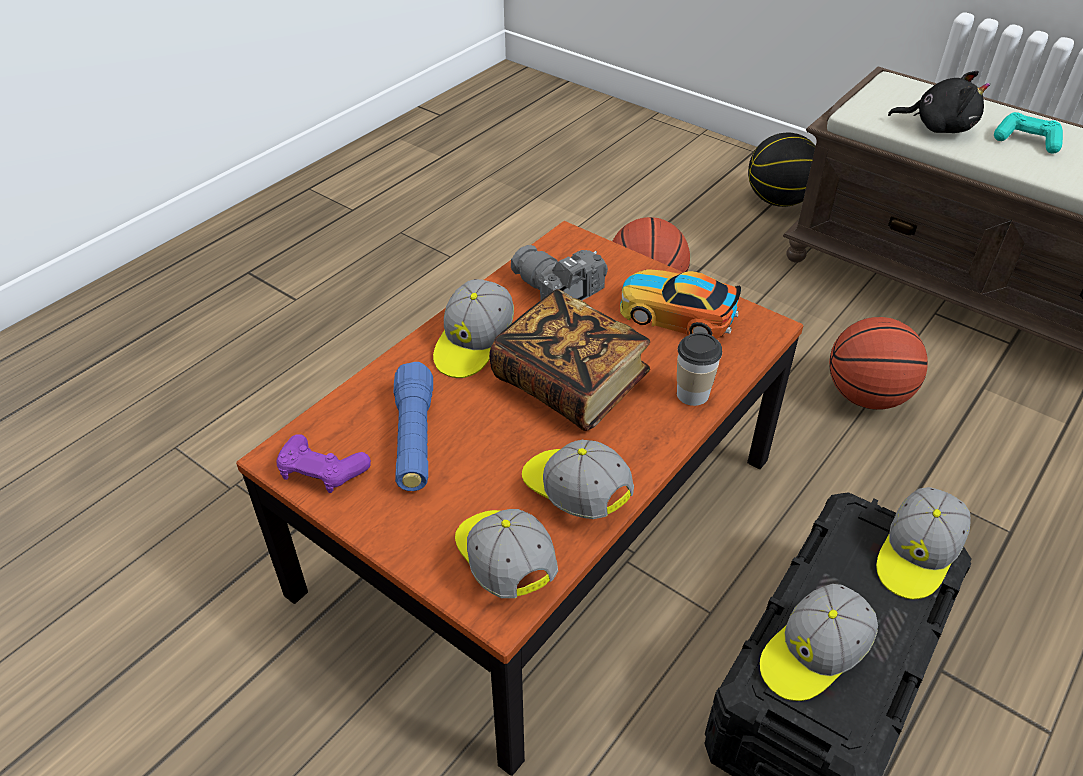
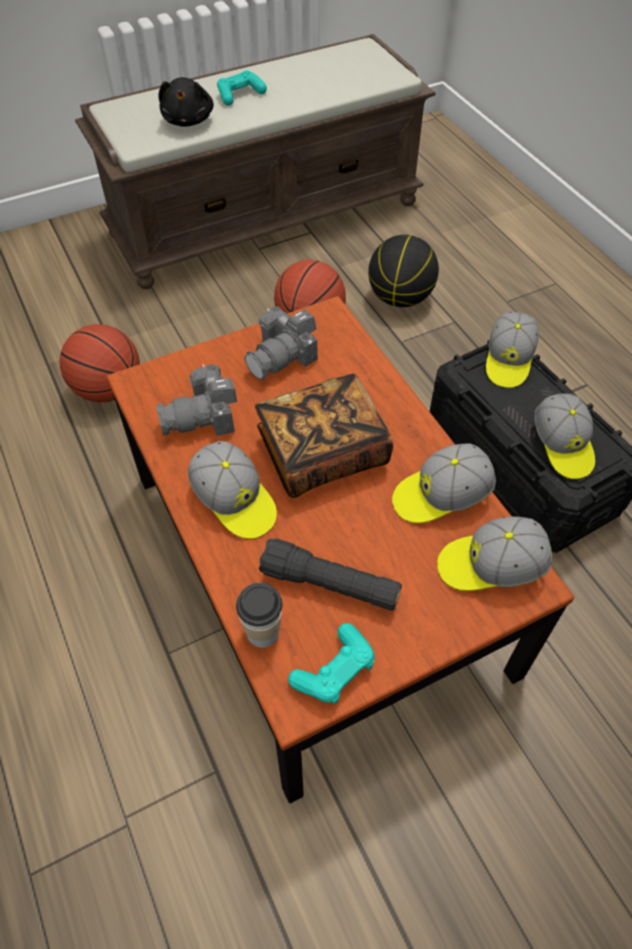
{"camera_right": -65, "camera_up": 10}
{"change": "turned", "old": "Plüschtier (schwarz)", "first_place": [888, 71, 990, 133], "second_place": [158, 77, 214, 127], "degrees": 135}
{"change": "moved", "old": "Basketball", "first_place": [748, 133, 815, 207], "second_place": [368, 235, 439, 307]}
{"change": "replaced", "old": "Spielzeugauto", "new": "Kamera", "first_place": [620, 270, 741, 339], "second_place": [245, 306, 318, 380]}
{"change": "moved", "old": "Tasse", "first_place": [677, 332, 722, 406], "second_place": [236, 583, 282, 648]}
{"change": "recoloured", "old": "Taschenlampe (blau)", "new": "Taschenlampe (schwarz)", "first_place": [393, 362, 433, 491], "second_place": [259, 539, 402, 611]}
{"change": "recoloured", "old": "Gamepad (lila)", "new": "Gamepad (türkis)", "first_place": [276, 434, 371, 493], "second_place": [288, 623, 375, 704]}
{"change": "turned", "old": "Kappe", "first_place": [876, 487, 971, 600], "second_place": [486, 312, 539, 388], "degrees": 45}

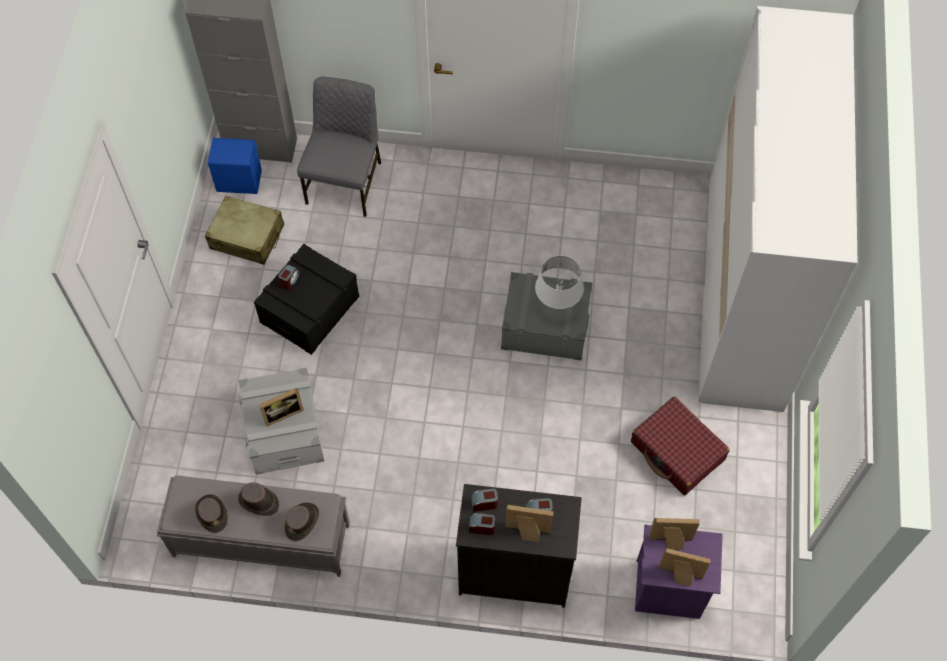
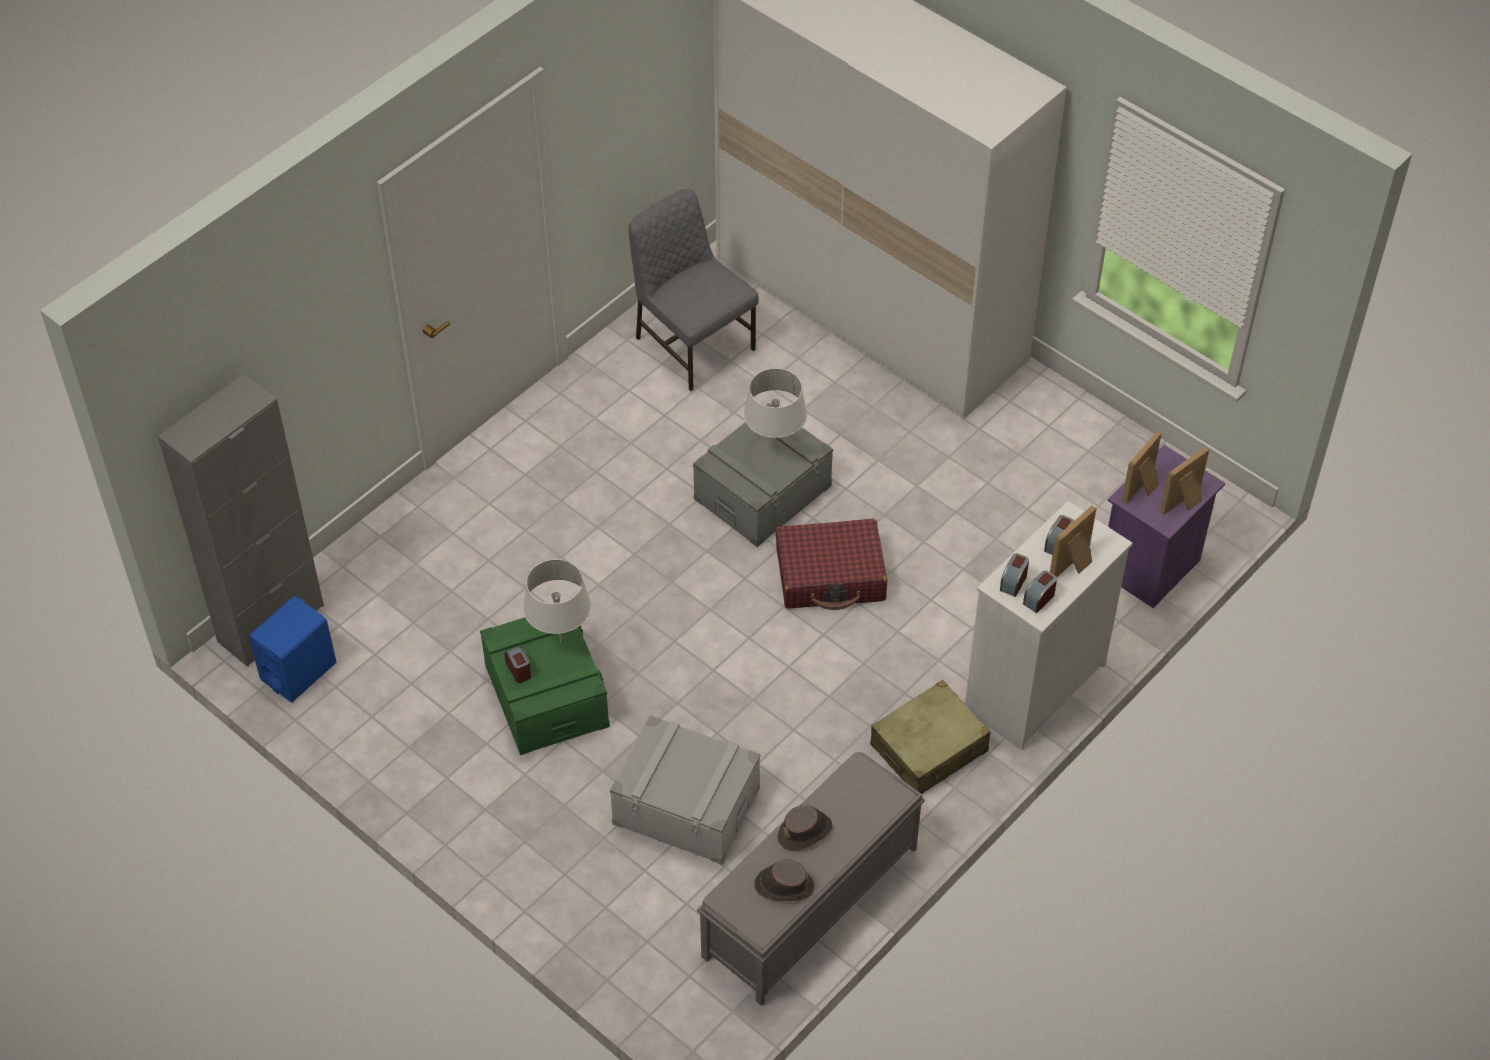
{"camera_right": -55, "camera_up": -10}
{"change": "moved", "old": "Stuhl (grau)", "first_place": [297, 77, 381, 217], "second_place": [629, 189, 759, 391]}
{"change": "moved", "old": "Koffer (beige)", "first_place": [205, 196, 284, 265], "second_place": [870, 680, 990, 794]}
{"change": "recoloured", "old": "Aufbewahrungsbox (schwarz)", "new": "Aufbewahrungsbox (grün)", "first_place": [254, 244, 359, 355], "second_place": [480, 617, 610, 755]}
{"change": "removed", "old": "Bilderrahmen", "first_place": [259, 388, 304, 427]}
{"change": "moved", "old": "Koffer (rot)", "first_place": [631, 396, 730, 495], "second_place": [776, 519, 887, 610]}
{"change": "recoloured", "old": "Kommode (schwarz)", "new": "Kommode (weiß)", "first_place": [456, 484, 582, 608], "second_place": [965, 501, 1133, 750]}
{"change": "removed", "old": "Hut (braun)", "first_place": [284, 503, 319, 541]}
{"change": "added", "new": "Tischlampe (weiß)", "second_place": [523, 559, 591, 642]}

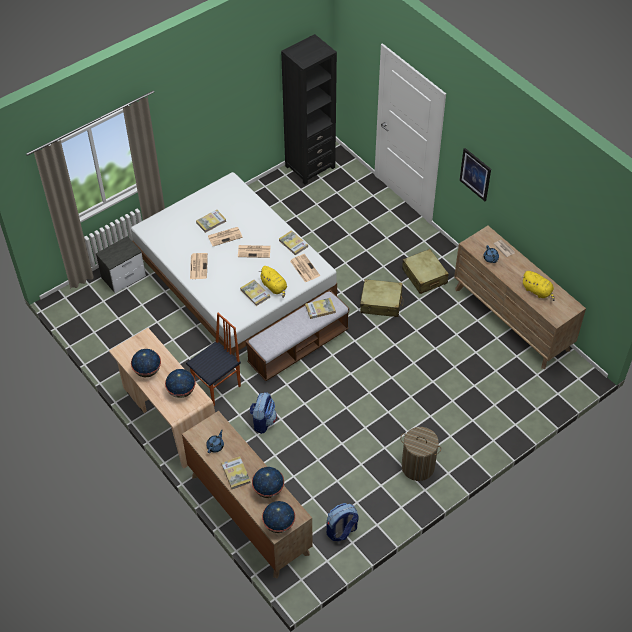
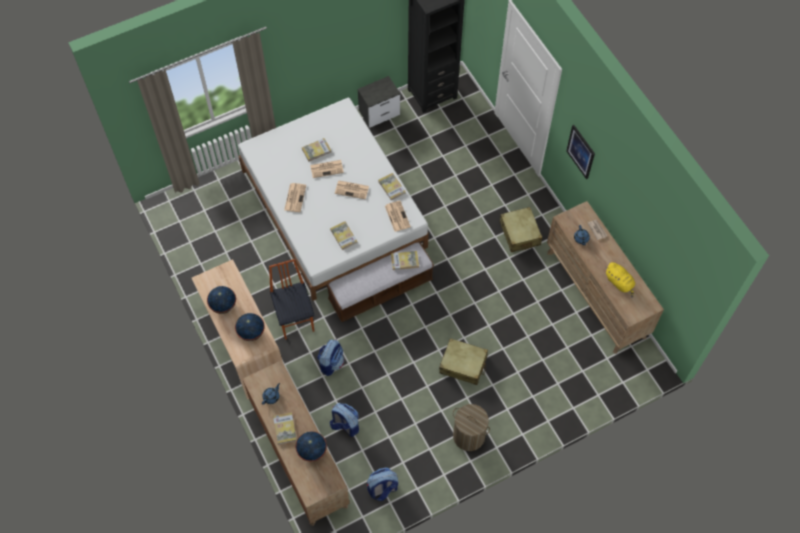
{"camera_right": 10, "camera_up": 10}
{"change": "moved", "old": "Nachttisch", "first_place": [96, 236, 146, 293], "second_place": [357, 76, 400, 128]}
{"change": "removed", "old": "Plüschtier (gelb)", "first_place": [259, 266, 287, 298]}
{"change": "moved", "old": "Koffer (beige)", "first_place": [360, 279, 403, 317], "second_place": [439, 338, 488, 385]}
{"change": "turned", "old": "Stuhl", "first_place": [186, 313, 241, 406], "second_place": [269, 259, 315, 340], "degrees": -75}
{"change": "removed", "old": "Globus", "first_place": [262, 501, 295, 533]}
{"change": "added", "new": "Rucksack", "second_place": [330, 403, 359, 437]}

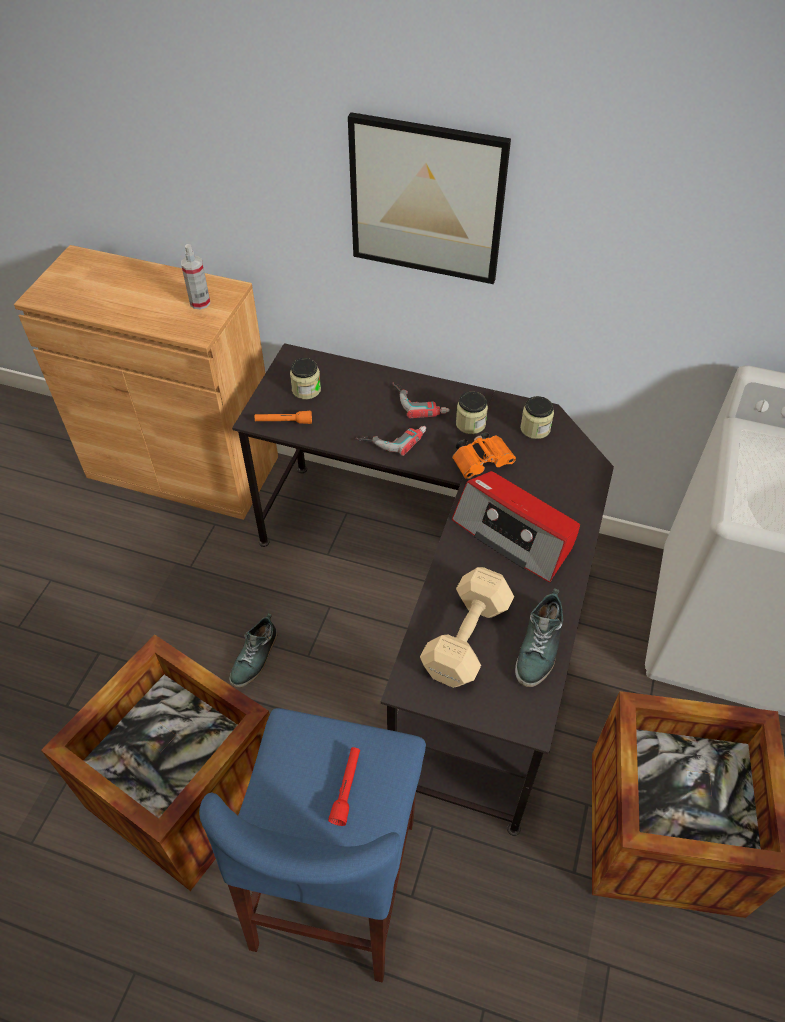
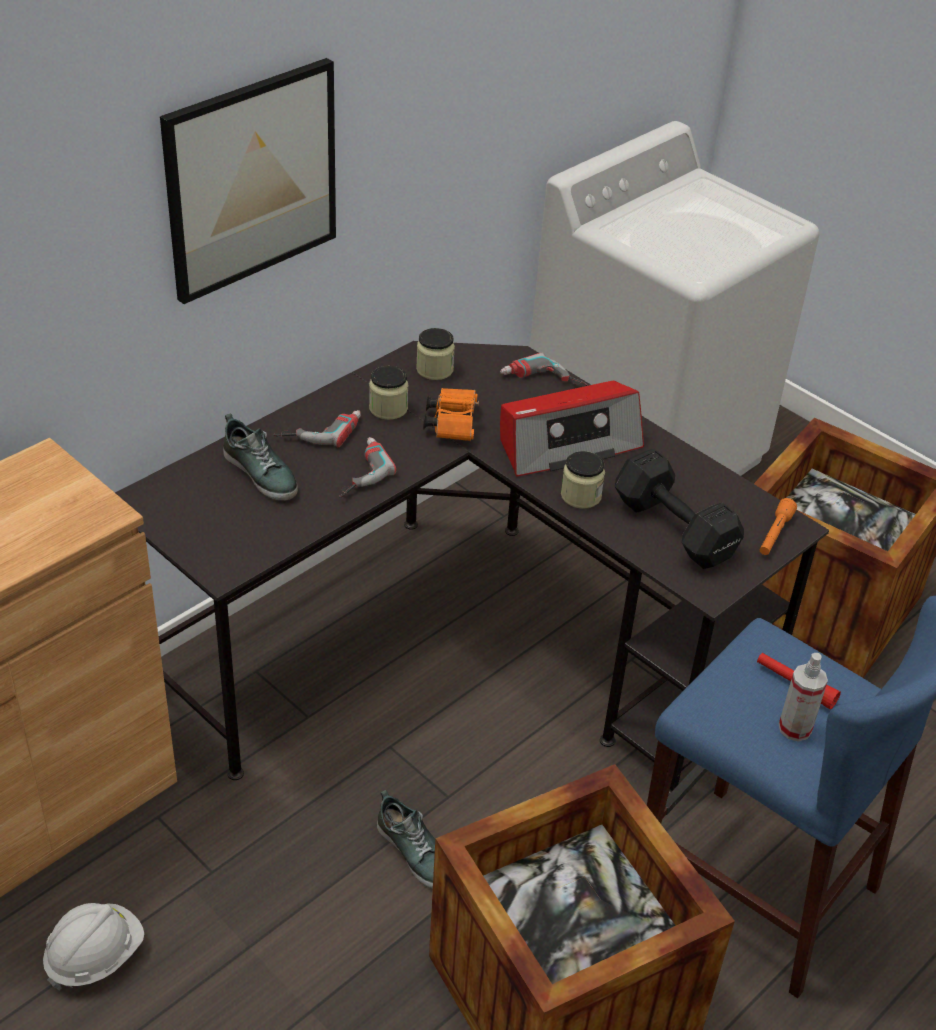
{"camera_right": -65, "camera_up": -10}
{"change": "moved", "old": "Sprühflasche", "first_place": [181, 244, 210, 309], "second_place": [779, 653, 828, 742]}
{"change": "moved", "old": "Vorratsglas", "first_place": [290, 358, 321, 399], "second_place": [561, 451, 605, 509]}
{"change": "moved", "old": "Taschenlampe (orange)", "first_place": [255, 411, 312, 424], "second_place": [760, 498, 797, 555]}
{"change": "recoloured", "old": "Hantel (beige)", "new": "Hantel (schwarz)", "first_place": [420, 567, 514, 688], "second_place": [615, 449, 744, 569]}
{"change": "moved", "old": "Schuh", "first_place": [515, 588, 563, 687], "second_place": [223, 414, 298, 501]}
{"change": "added", "new": "Bohrmaschine", "second_place": [500, 352, 588, 386]}
{"change": "added", "new": "Schutzhelm (weiß)", "second_place": [43, 903, 144, 991]}

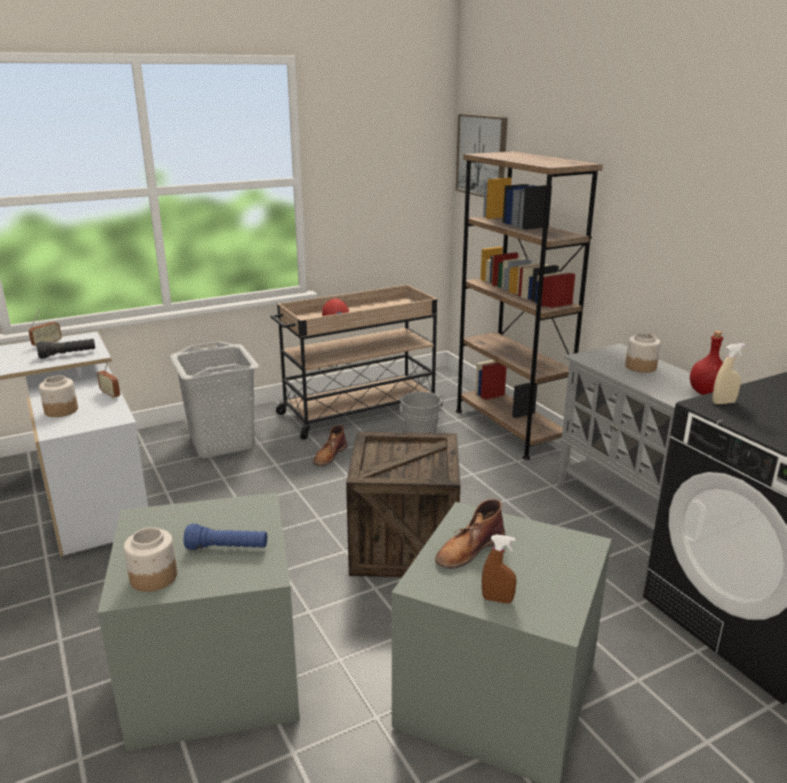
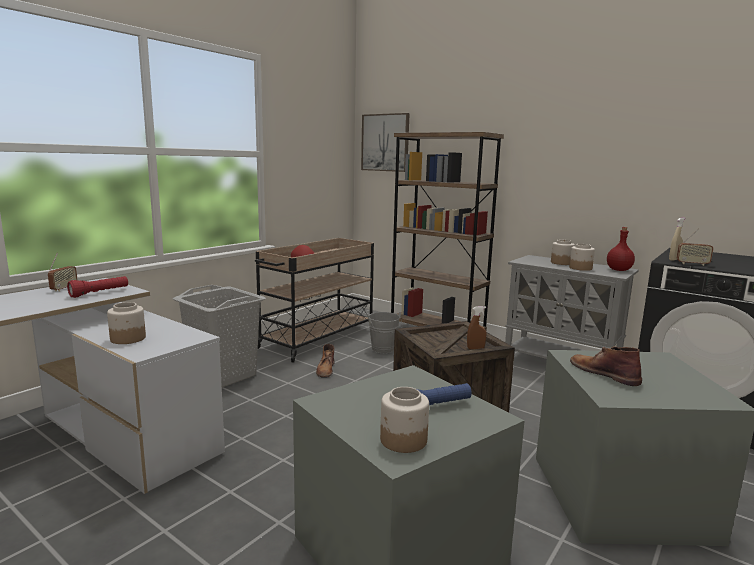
{"camera_right": -25, "camera_up": -10}
{"change": "recoloured", "old": "Taschenlampe (schwarz)", "new": "Taschenlampe (rot)", "first_place": [37, 339, 95, 359], "second_place": [67, 276, 128, 298]}
{"change": "moved", "old": "Radio", "first_place": [97, 358, 120, 399], "second_place": [677, 228, 714, 266]}
{"change": "turned", "old": "Stiefel (braun)", "first_place": [435, 499, 505, 569], "second_place": [570, 347, 642, 386], "degrees": 120}
{"change": "moved", "old": "Sprühflasche (braun)", "first_place": [482, 534, 517, 604], "second_place": [467, 306, 486, 349]}
{"change": "added", "new": "Vorratsglas", "second_place": [569, 244, 595, 271]}

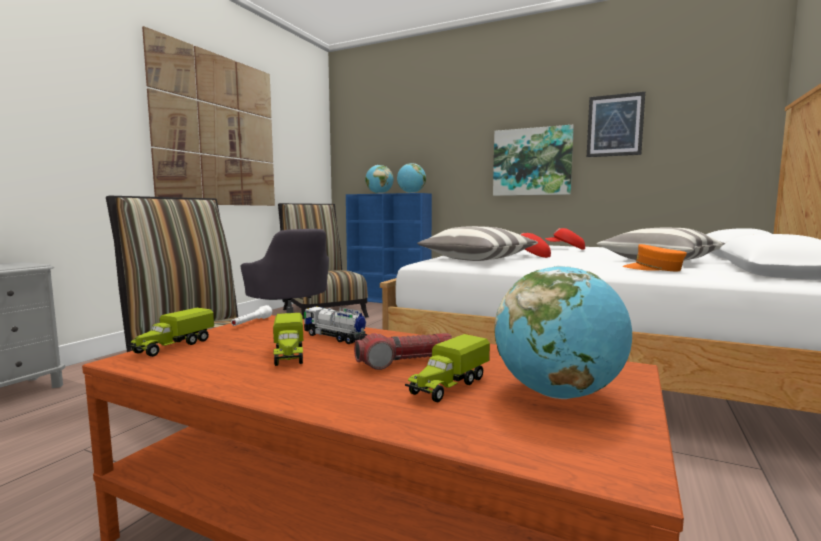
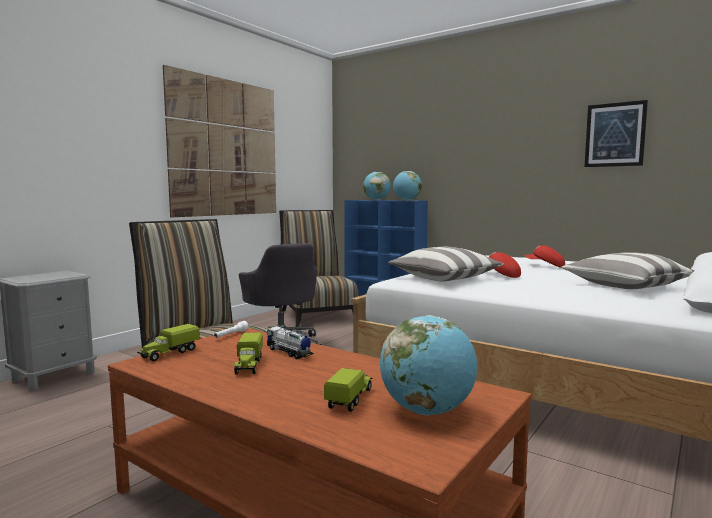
{"camera_right": 10, "camera_up": 0}
{"change": "removed", "old": "Bild", "first_place": [493, 125, 574, 196]}
{"change": "removed", "old": "Kappe (orange)", "first_place": [622, 244, 687, 271]}
{"change": "removed", "old": "Taschenlampe", "first_place": [354, 333, 452, 370]}
{"change": "turned", "old": "Spielzeuglaster", "first_place": [405, 334, 490, 402], "second_place": [324, 368, 373, 412], "degrees": 150}

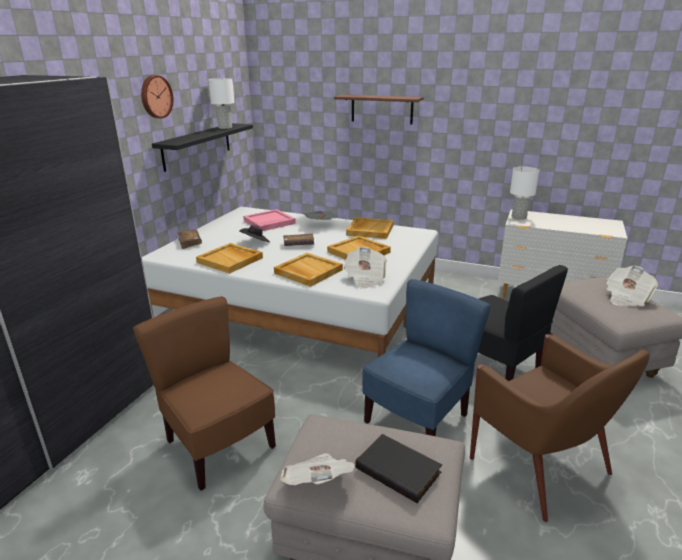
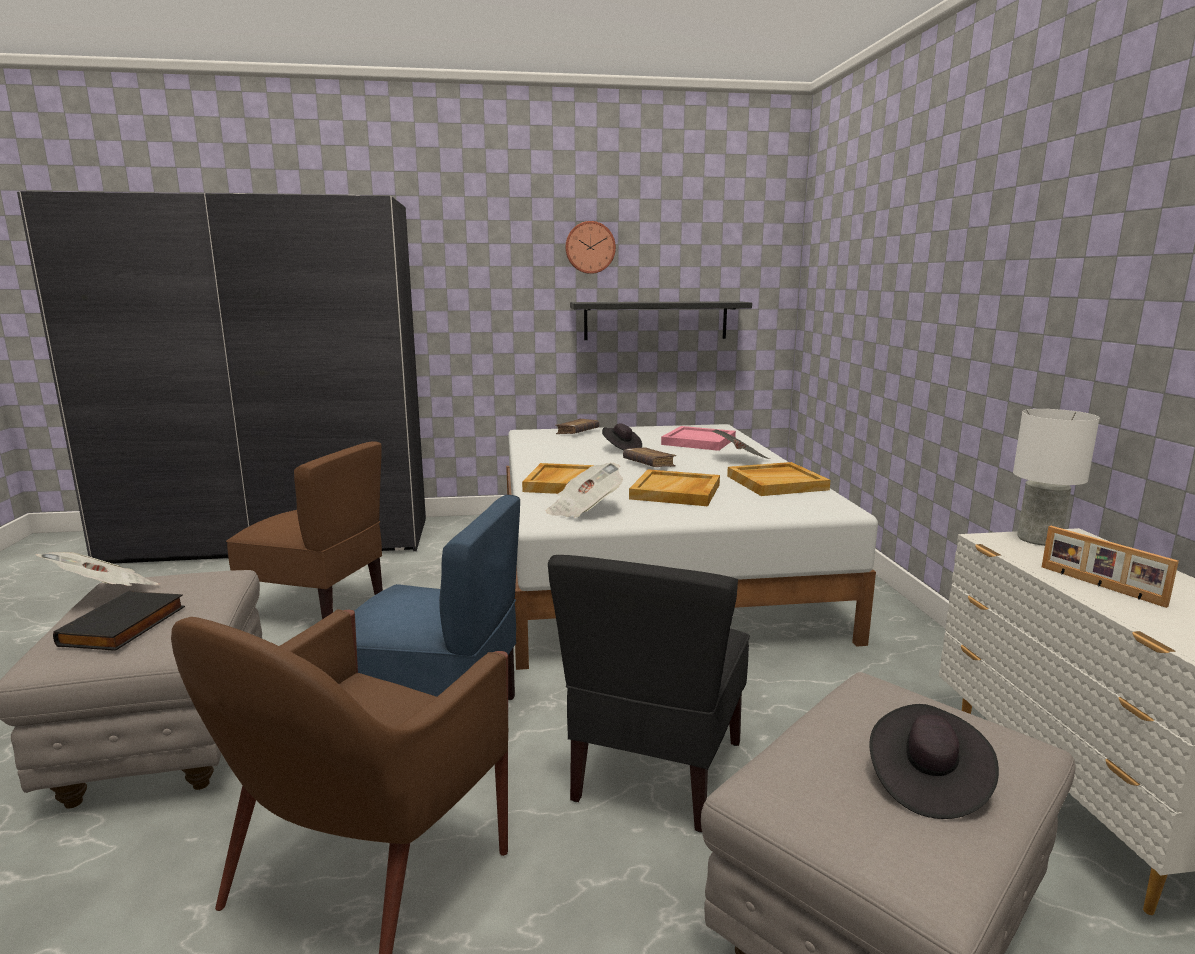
{"camera_right": 60, "camera_up": -10}
{"change": "removed", "old": "Tischlampe (weiß)", "first_place": [208, 78, 235, 129]}
{"change": "removed", "old": "Wandregal (braun)", "first_place": [334, 94, 424, 124]}
{"change": "removed", "old": "Tablett (beige)", "first_place": [196, 243, 263, 274]}
{"change": "replaced", "old": "Zeitung", "new": "Hut (schwarz)", "first_place": [606, 266, 658, 307], "second_place": [869, 704, 999, 819]}
{"change": "turned", "old": "Stuhl (braun)", "first_place": [133, 296, 276, 491], "second_place": [226, 441, 383, 619], "degrees": 90}
{"change": "added", "new": "Bilderrahmen", "second_place": [1042, 526, 1179, 608]}

